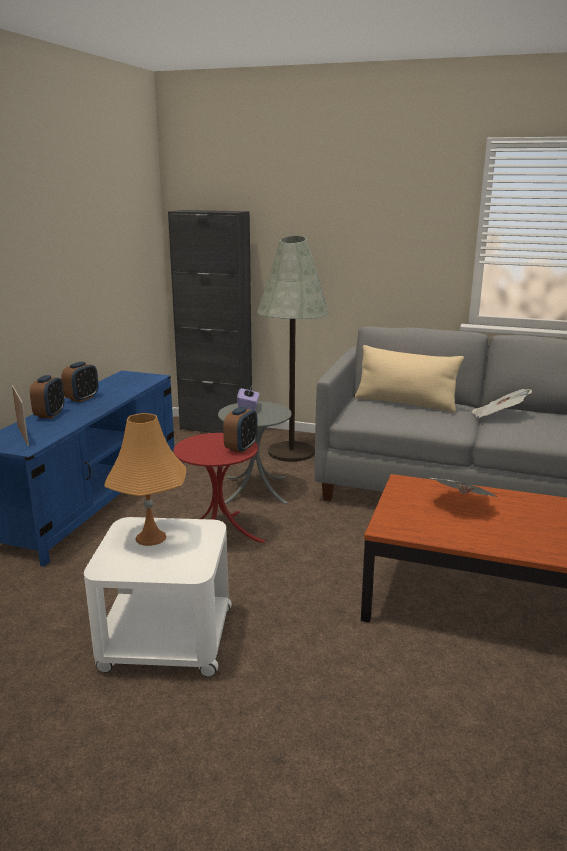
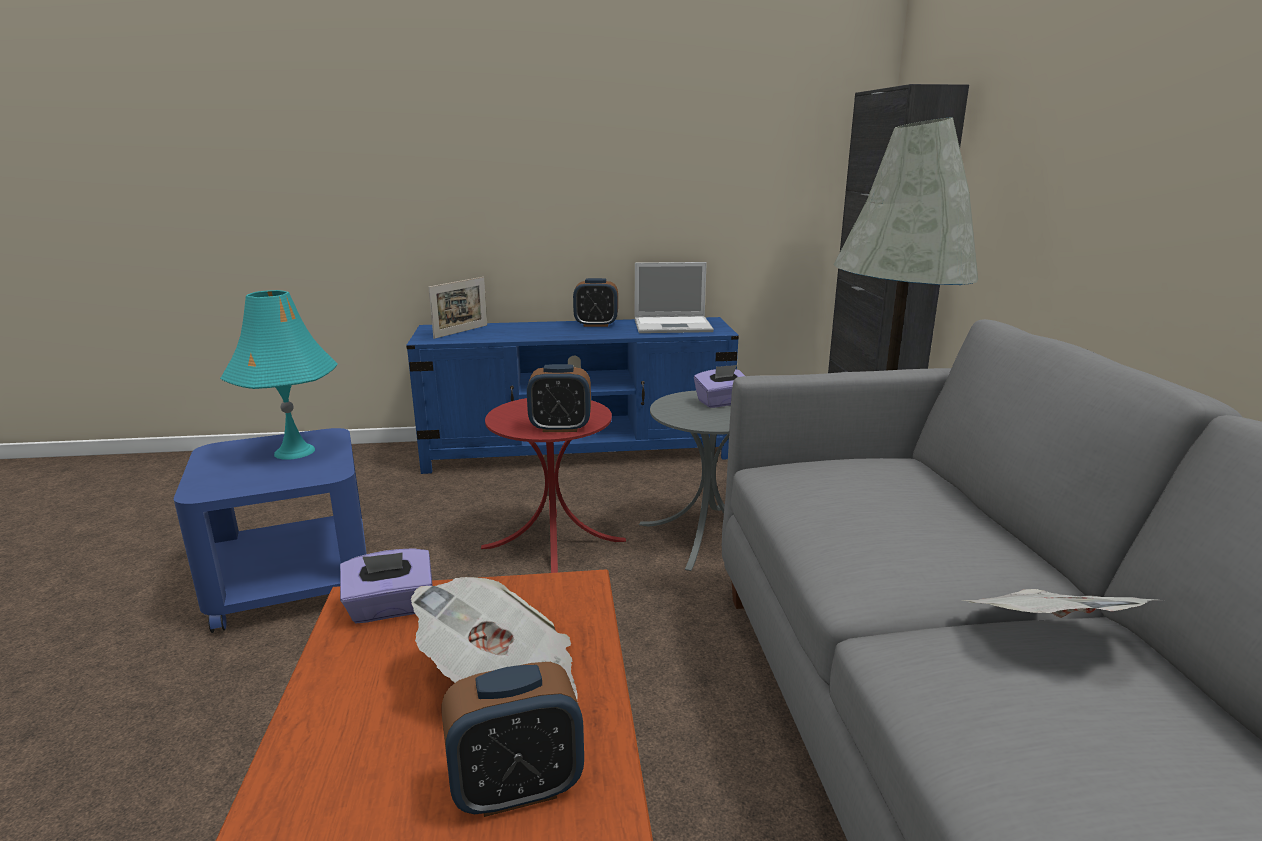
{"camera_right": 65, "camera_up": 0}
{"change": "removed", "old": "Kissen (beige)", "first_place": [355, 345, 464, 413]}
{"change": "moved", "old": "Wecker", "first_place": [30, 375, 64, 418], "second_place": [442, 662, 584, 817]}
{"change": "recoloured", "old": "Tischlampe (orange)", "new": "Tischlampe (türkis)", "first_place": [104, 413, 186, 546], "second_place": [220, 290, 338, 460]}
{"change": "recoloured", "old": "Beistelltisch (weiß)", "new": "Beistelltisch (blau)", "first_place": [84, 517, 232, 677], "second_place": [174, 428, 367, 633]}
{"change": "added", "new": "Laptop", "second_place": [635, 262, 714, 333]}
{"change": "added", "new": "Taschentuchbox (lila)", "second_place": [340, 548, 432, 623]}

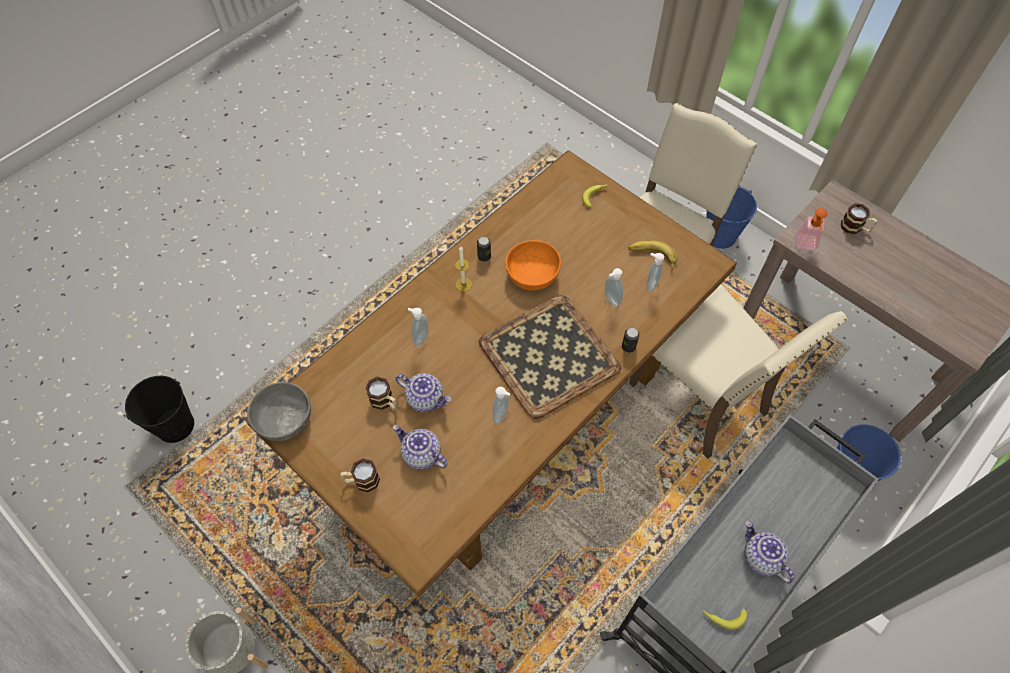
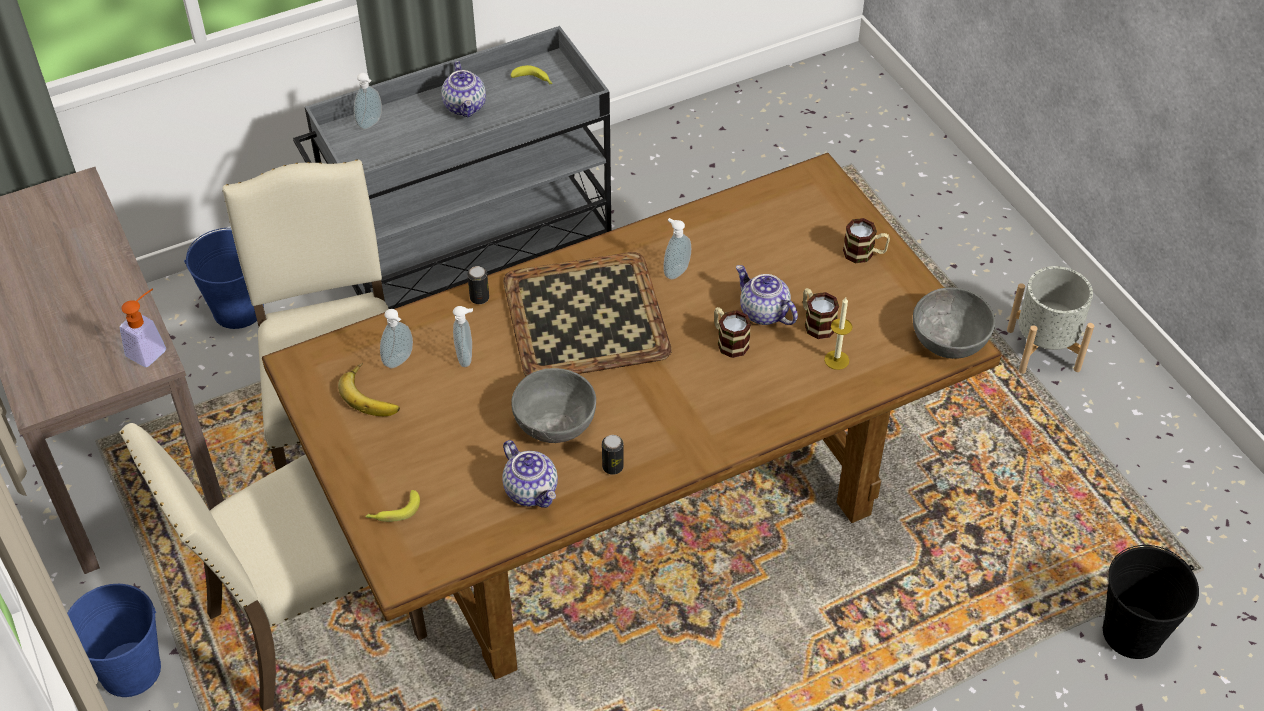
{"camera_right": -160, "camera_up": -10}
{"change": "moved", "old": "Henkelbecher", "first_place": [841, 203, 877, 234], "second_place": [714, 307, 751, 358]}
{"change": "recoloured", "old": "Schüssel (orange)", "new": "Schüssel (grau)", "first_place": [505, 240, 561, 291], "second_place": [511, 368, 596, 443]}
{"change": "moved", "old": "Kerze", "first_place": [455, 246, 472, 292], "second_place": [824, 297, 853, 370]}
{"change": "moved", "old": "Seifenspender", "first_place": [408, 308, 428, 346], "second_place": [354, 73, 382, 130]}
{"change": "moved", "old": "Teekanne", "first_place": [393, 425, 448, 470], "second_place": [502, 440, 558, 508]}

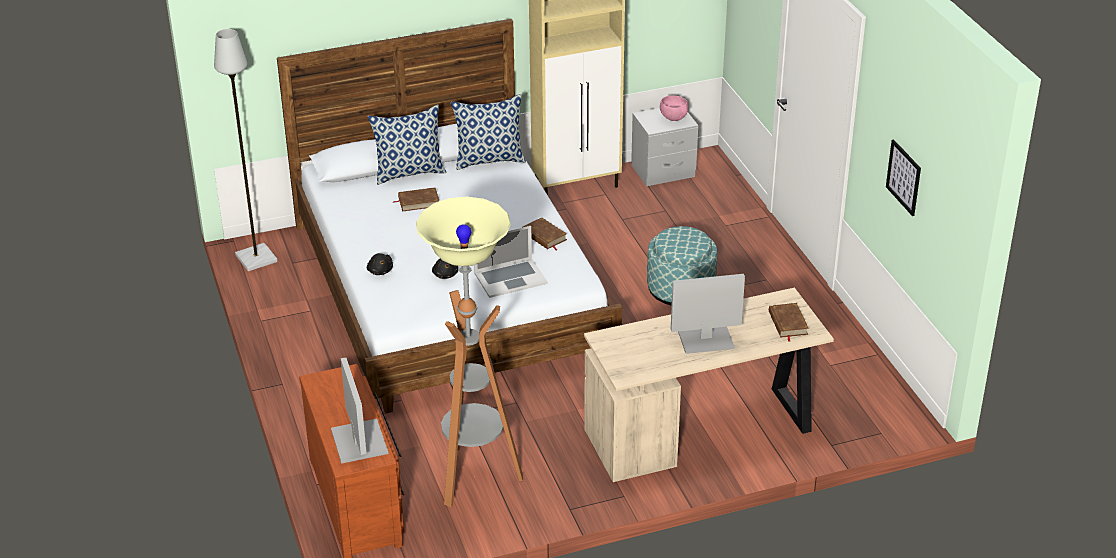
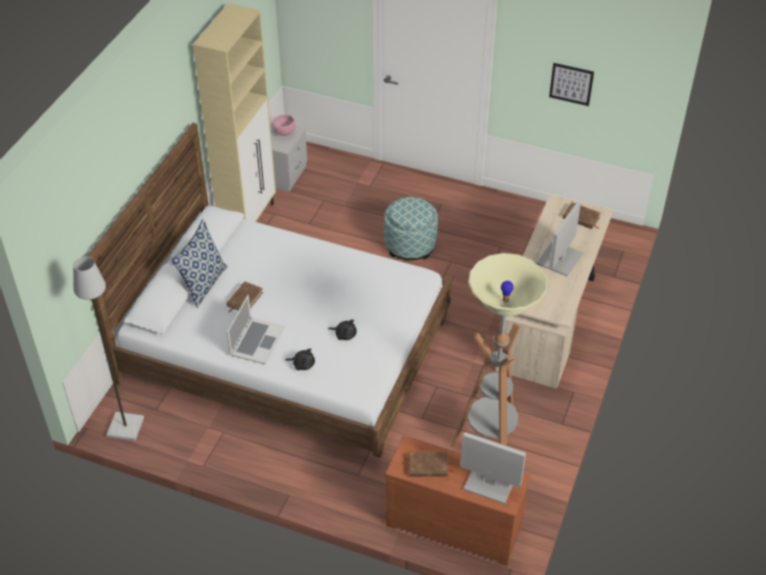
{"camera_right": -50, "camera_up": 10}
{"change": "removed", "old": "Kissen", "first_place": [451, 94, 526, 170]}
{"change": "moved", "old": "Buch (braun)", "first_place": [522, 218, 567, 250], "second_place": [409, 452, 454, 477]}
{"change": "moved", "old": "Laptop", "first_place": [474, 226, 548, 298], "second_place": [227, 295, 285, 364]}

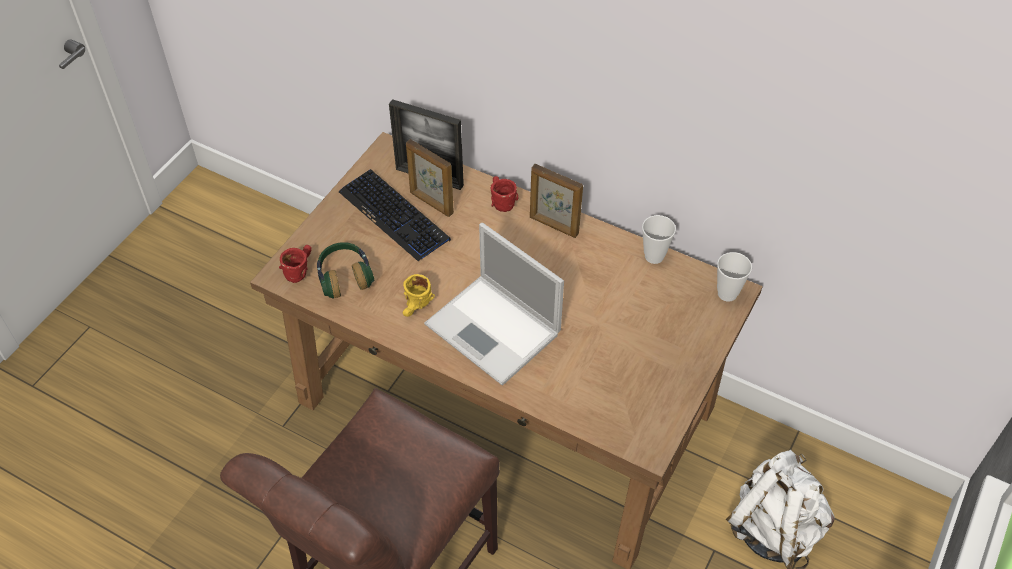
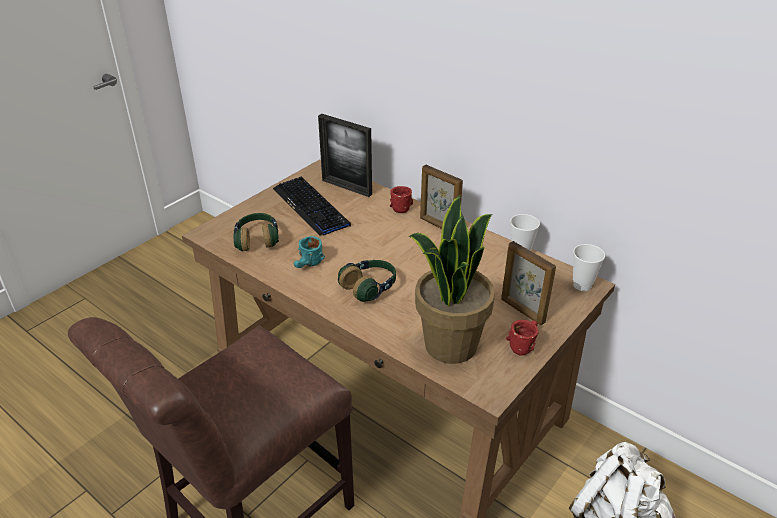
{"camera_right": 10, "camera_up": -15}
{"change": "moved", "old": "Bilderrahmen", "first_place": [406, 139, 454, 217], "second_place": [501, 241, 556, 325]}
{"change": "replaced", "old": "Laptop", "new": "Kopfhörer", "first_place": [424, 223, 564, 386], "second_place": [338, 260, 396, 302]}
{"change": "moved", "old": "Henkelbecher (rot)", "first_place": [279, 245, 312, 283], "second_place": [506, 320, 539, 356]}
{"change": "recoloured", "old": "Henkelbecher (gelb)", "new": "Henkelbecher (türkis)", "first_place": [403, 274, 435, 317], "second_place": [294, 236, 325, 268]}
{"change": "added", "new": "Topfpflanze", "second_place": [409, 196, 495, 364]}

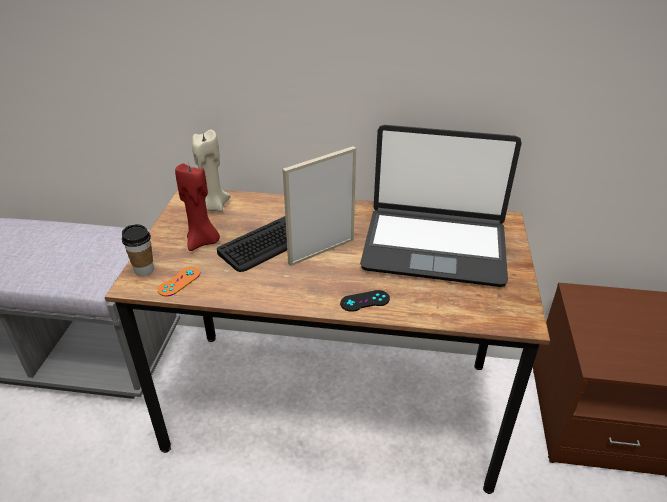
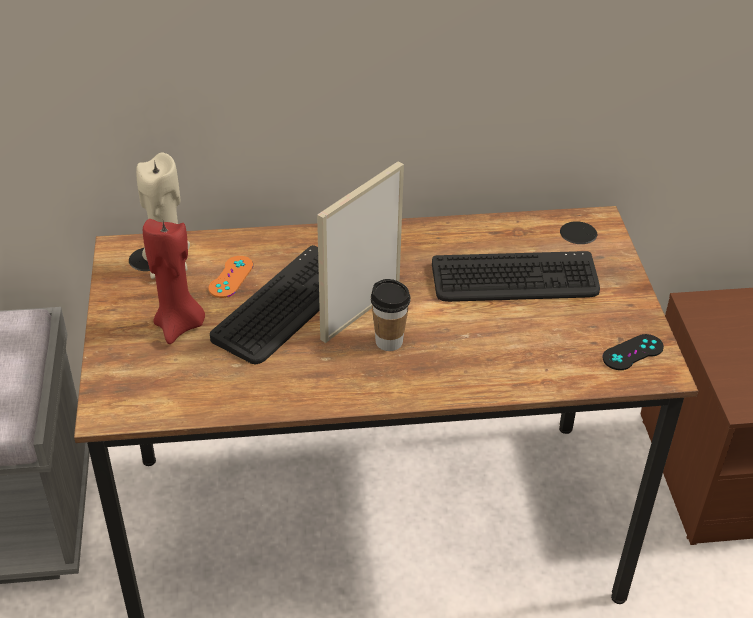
{"camera_right": -15, "camera_up": 5}
{"change": "replaced", "old": "Laptop", "new": "Tastatur", "first_place": [360, 125, 522, 287], "second_place": [432, 251, 600, 302]}
{"change": "moved", "old": "Tasse", "first_place": [122, 224, 154, 276], "second_place": [371, 279, 411, 351]}
{"change": "moved", "old": "Gamepad (orange)", "first_place": [158, 267, 200, 296], "second_place": [208, 256, 253, 298]}
{"change": "moved", "old": "Gamepad (schwarz)", "first_place": [340, 290, 390, 312], "second_place": [602, 334, 664, 370]}

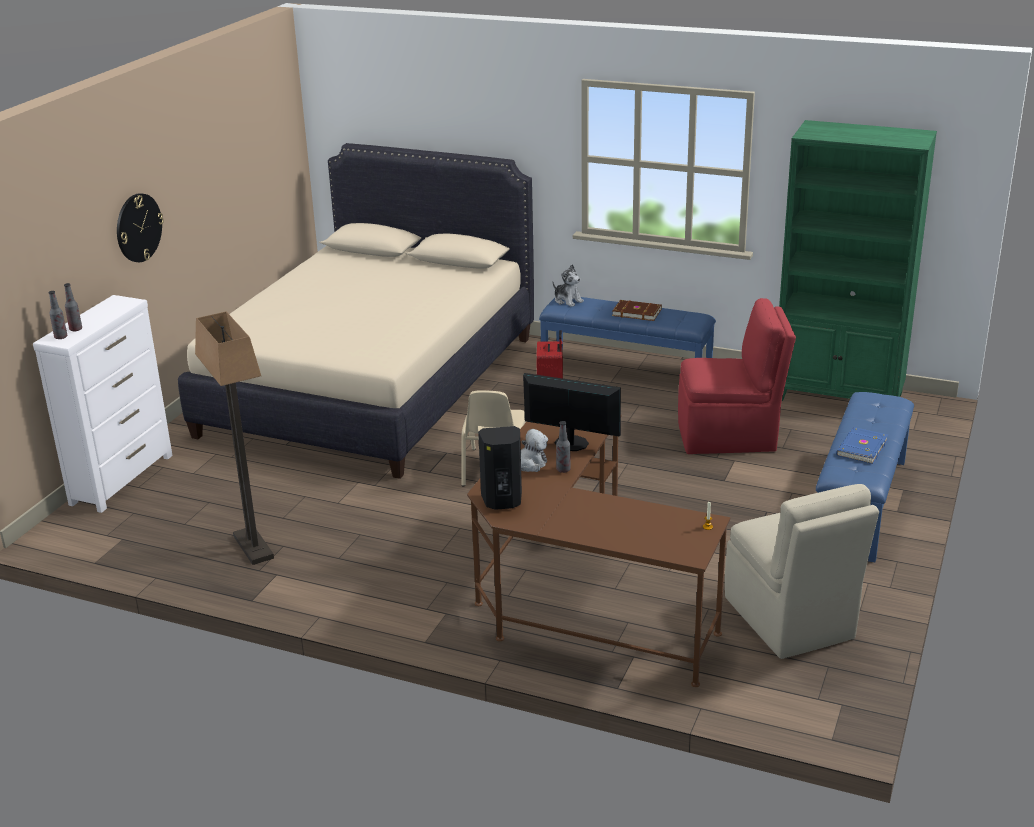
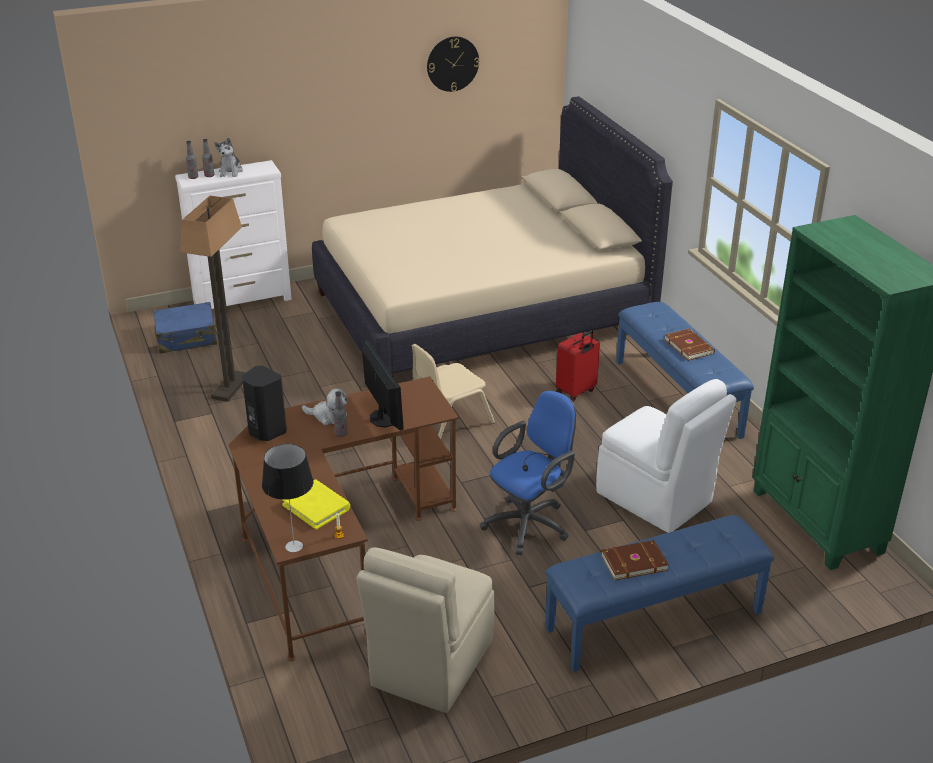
{"camera_right": 45, "camera_up": 5}
{"change": "moved", "old": "Wanduhr", "first_place": [117, 193, 164, 262], "second_place": [427, 37, 479, 92]}
{"change": "moved", "old": "Plüschtier", "first_place": [553, 264, 584, 307], "second_place": [214, 138, 243, 177]}
{"change": "recoloured", "old": "Stuhl (rot)", "new": "Stuhl (weiß)", "first_place": [678, 298, 796, 454], "second_place": [596, 379, 737, 533]}
{"change": "recoloured", "old": "Buch (blau)", "new": "Buch (braun)", "first_place": [836, 427, 888, 464], "second_place": [601, 540, 669, 580]}
{"change": "added", "new": "Koffer (blau)", "second_place": [154, 302, 217, 353]}
{"change": "added", "new": "Bürostuhl (blau)", "second_place": [480, 391, 576, 555]}
{"change": "added", "new": "Tischlampe", "second_place": [262, 444, 313, 552]}
{"change": "added", "new": "Buch (gelb)", "second_place": [282, 479, 350, 530]}

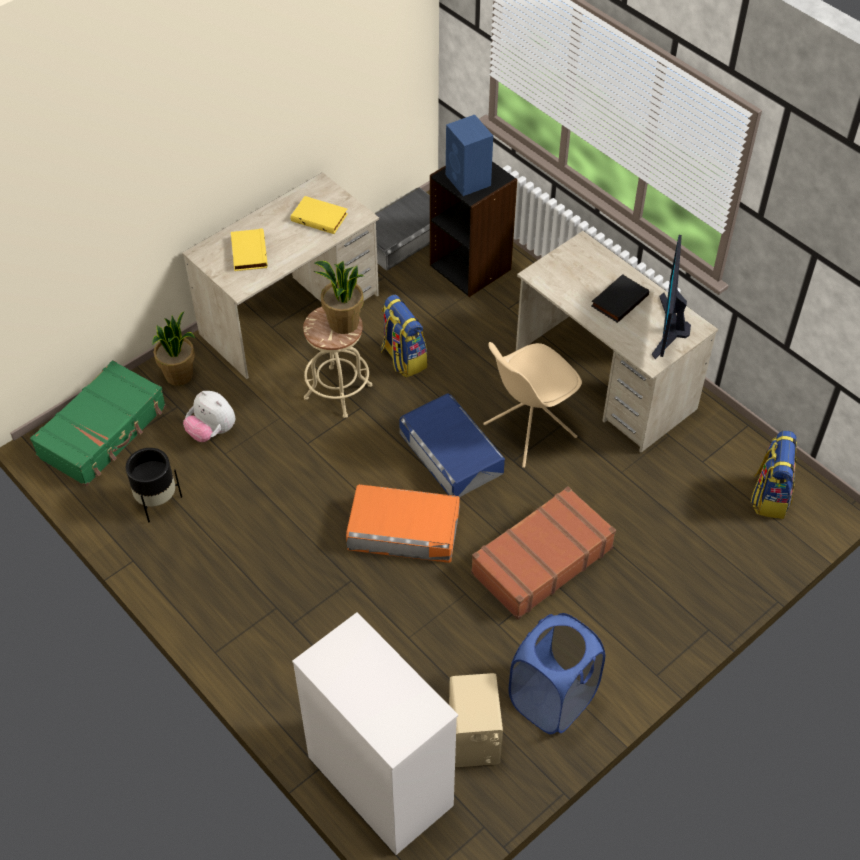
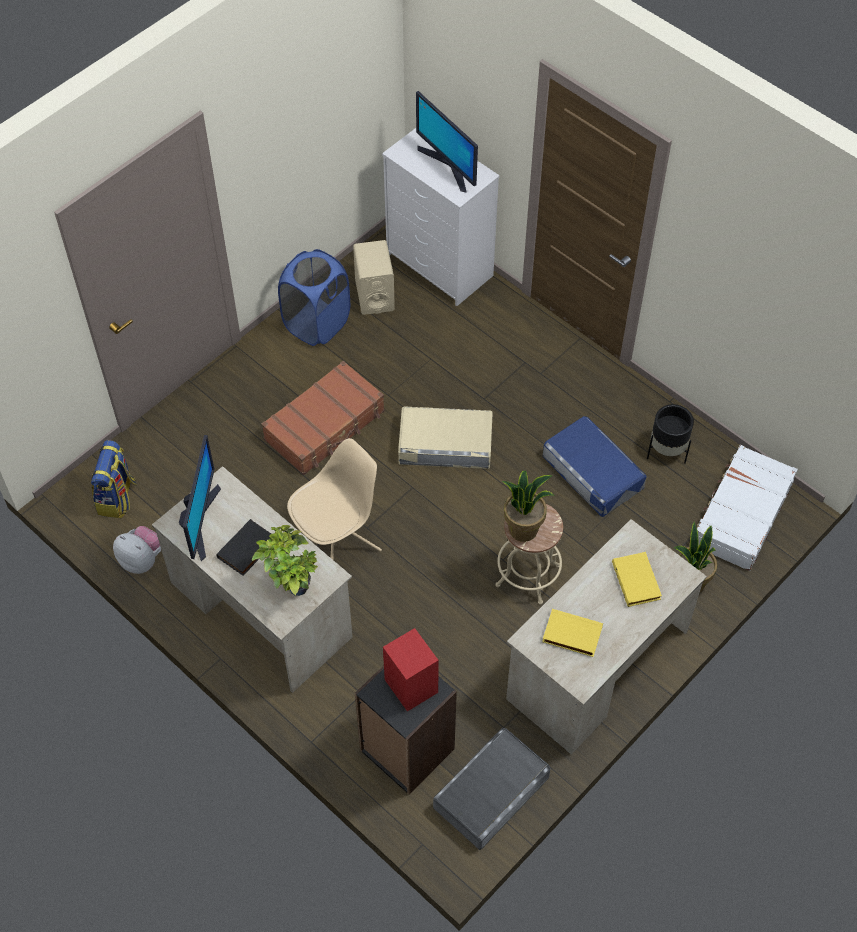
{"camera_right": 175, "camera_up": 5}
{"change": "recoloured", "old": "Lautsprecher (blau)", "new": "Lautsprecher (rot)", "first_place": [446, 114, 493, 196], "second_place": [383, 628, 439, 712]}
{"change": "removed", "old": "Rucksack", "first_place": [381, 295, 427, 378]}
{"change": "recoloured", "old": "Koffer (grün)", "new": "Koffer (weiß)", "first_place": [30, 360, 166, 486], "second_place": [697, 445, 798, 571]}
{"change": "moved", "old": "Plüschtier", "first_place": [183, 391, 235, 442], "second_place": [113, 526, 161, 574]}
{"change": "moved", "old": "Aufbewahrungsbox (blau)", "first_place": [399, 394, 505, 497], "second_place": [543, 416, 646, 517]}
{"change": "recoloured", "old": "Aufbewahrungsbox (orange)", "new": "Aufbewahrungsbox (beige)", "first_place": [346, 484, 460, 563], "second_place": [398, 406, 493, 469]}
{"change": "added", "new": "Monitor", "second_place": [416, 91, 478, 193]}
{"change": "added", "new": "Topfpflanze", "second_place": [252, 525, 318, 596]}

